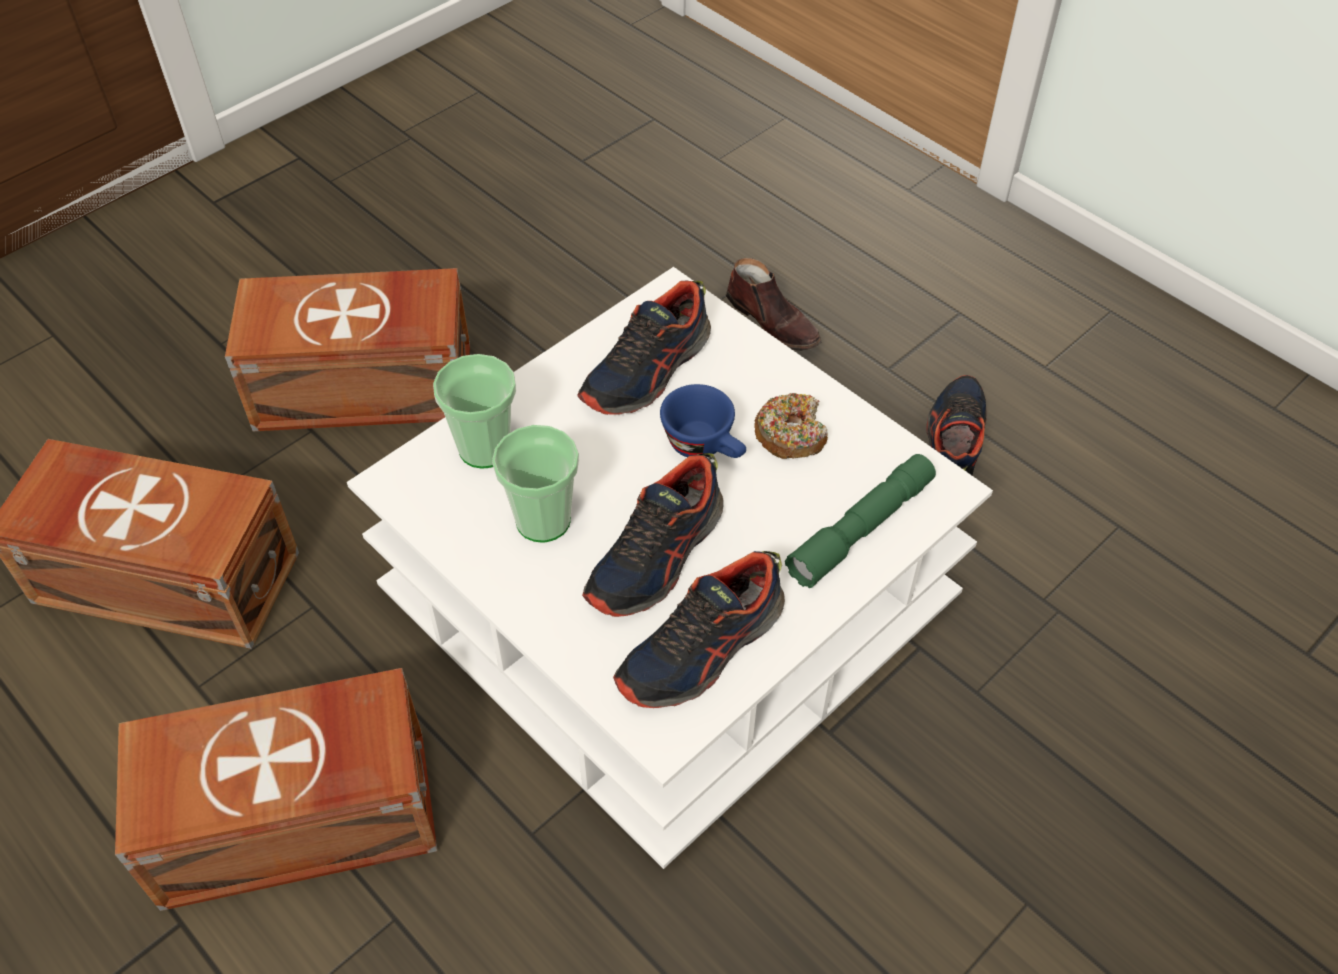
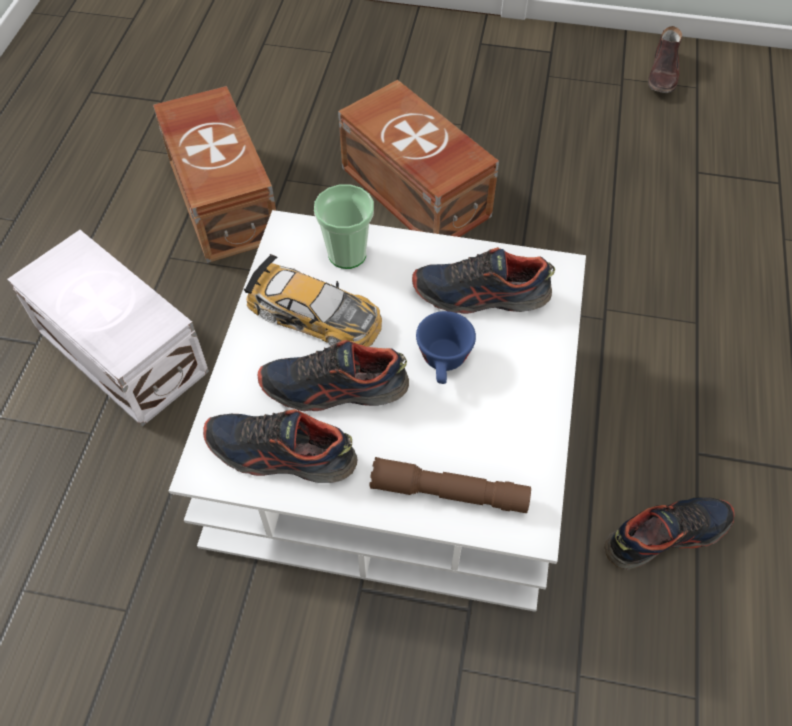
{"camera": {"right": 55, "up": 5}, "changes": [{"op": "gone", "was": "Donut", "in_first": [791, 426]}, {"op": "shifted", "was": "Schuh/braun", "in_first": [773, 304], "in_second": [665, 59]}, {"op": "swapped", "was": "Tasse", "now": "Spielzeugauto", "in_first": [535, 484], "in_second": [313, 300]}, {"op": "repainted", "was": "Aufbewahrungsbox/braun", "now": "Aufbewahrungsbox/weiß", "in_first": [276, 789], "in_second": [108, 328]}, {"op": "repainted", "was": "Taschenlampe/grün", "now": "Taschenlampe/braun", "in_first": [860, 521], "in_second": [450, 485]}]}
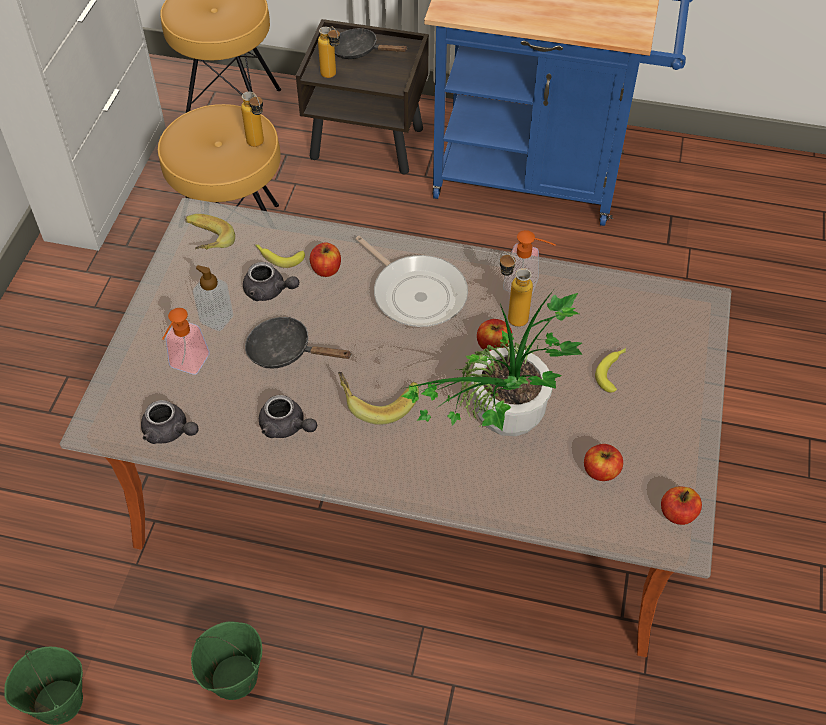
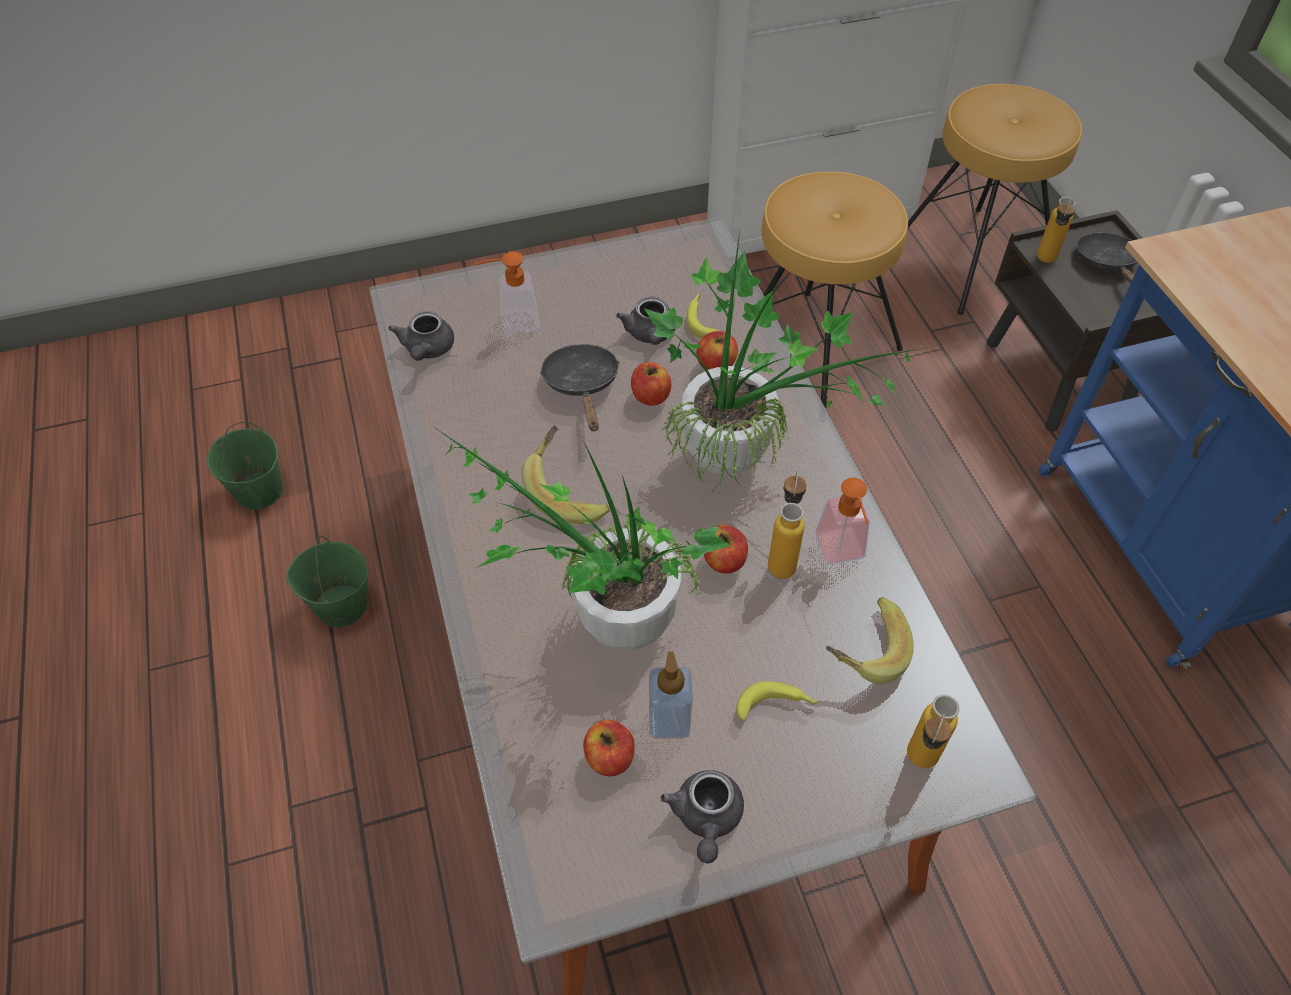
{"camera": {"right": 60, "up": 0}, "changes": [{"op": "shifted", "was": "Banane", "in_first": [210, 232], "in_second": [870, 640]}, {"op": "shifted", "was": "Seifenspender", "in_first": [213, 298], "in_second": [671, 695]}, {"op": "shifted", "was": "Flasche", "in_first": [252, 119], "in_second": [933, 731]}, {"op": "shifted", "was": "Teekanne/grau", "in_first": [288, 416], "in_second": [702, 817]}, {"op": "shifted", "was": "Apfel", "in_first": [681, 506], "in_second": [651, 384]}, {"op": "swapped", "was": "Pfanne", "now": "Topfpflanze", "in_first": [411, 281], "in_second": [784, 362]}]}
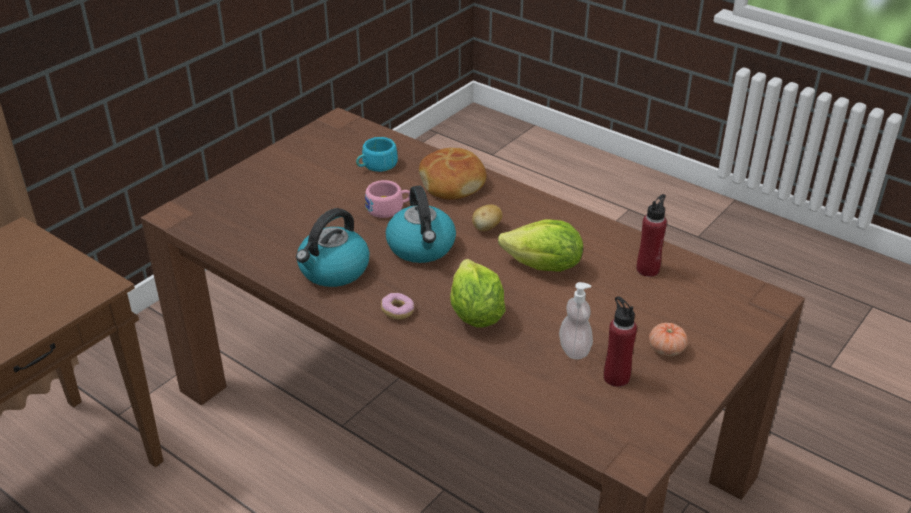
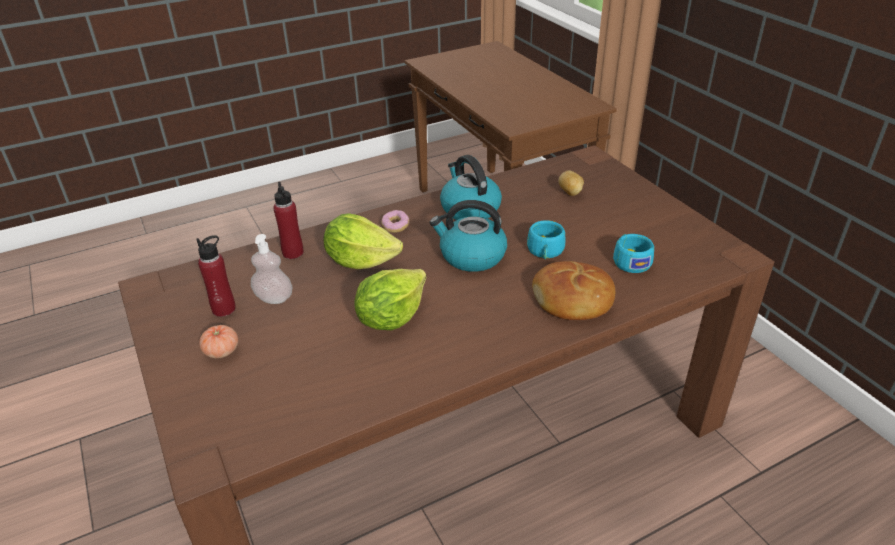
{"camera": {"right": 115, "up": 0}, "changes": [{"op": "shifted", "was": "Kartoffel", "in_first": [487, 217], "in_second": [571, 183]}, {"op": "shifted", "was": "Flasche/rot", "in_first": [652, 235], "in_second": [288, 220]}, {"op": "repainted", "was": "Tasse/rosa", "now": "Tasse/türkis", "in_first": [387, 199], "in_second": [546, 239]}]}
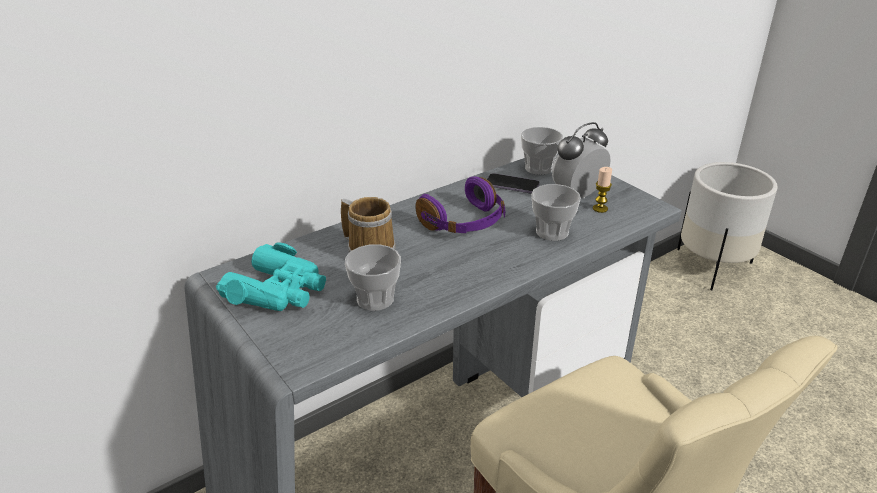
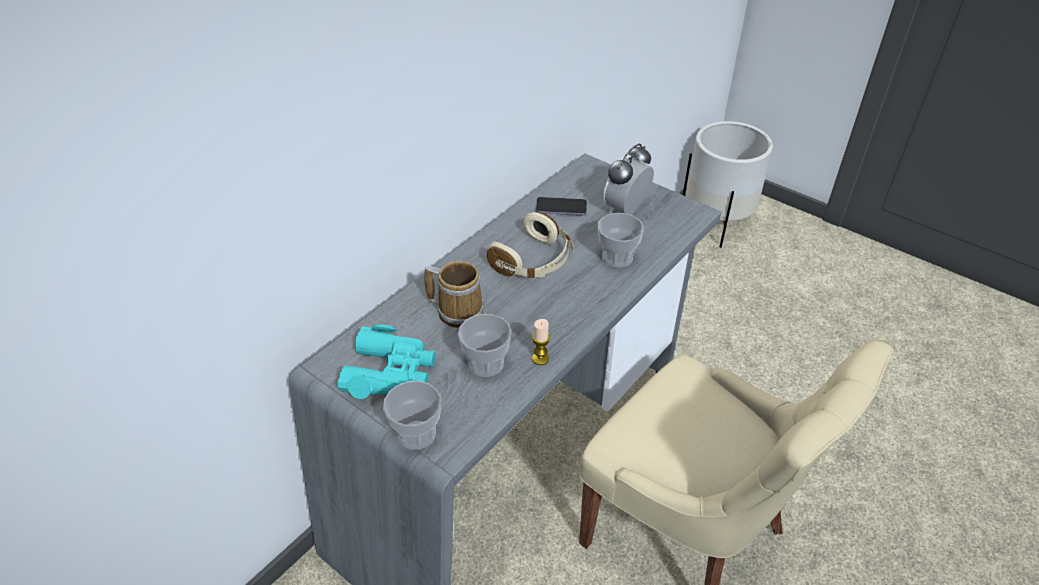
{"camera": {"right": -15, "up": 10}, "changes": [{"op": "shifted", "was": "Tasse", "in_first": [542, 151], "in_second": [412, 415]}, {"op": "shifted", "was": "Kerze", "in_first": [602, 190], "in_second": [541, 342]}, {"op": "repainted", "was": "Kopfhörer/lila", "now": "Kopfhörer/beige", "in_first": [460, 204], "in_second": [530, 245]}]}
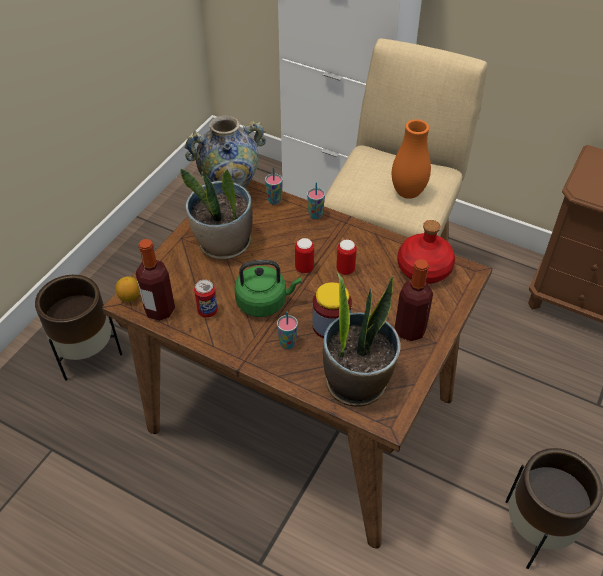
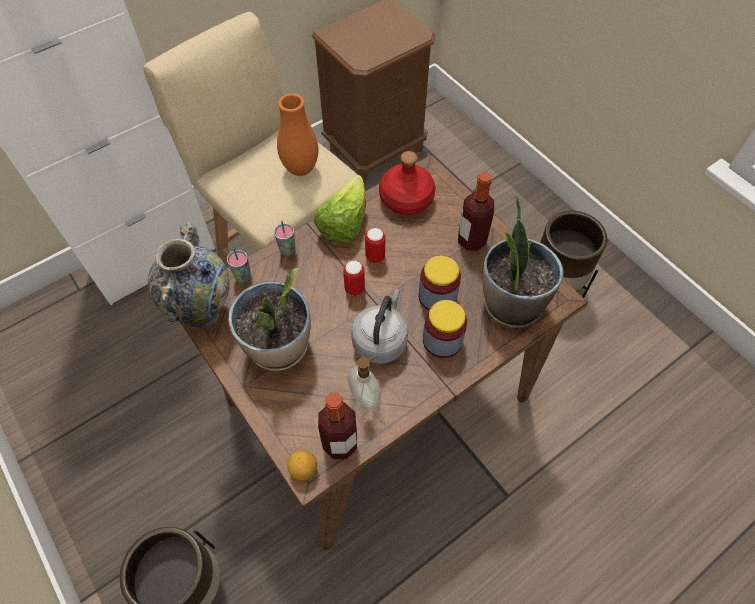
{"camera": {"right": -65, "up": 10}, "changes": [{"op": "new", "now": "Salatkopf", "in_second": [339, 208]}, {"op": "swapped", "was": "Dose", "now": "Seifenspender", "in_first": [206, 299], "in_second": [364, 382]}, {"op": "swapped", "was": "Tasse", "now": "Vorratsglas", "in_first": [287, 330], "in_second": [445, 329]}, {"op": "repainted", "was": "Wasserkessel/grün", "now": "Wasserkessel/grau", "in_first": [268, 288], "in_second": [379, 326]}]}
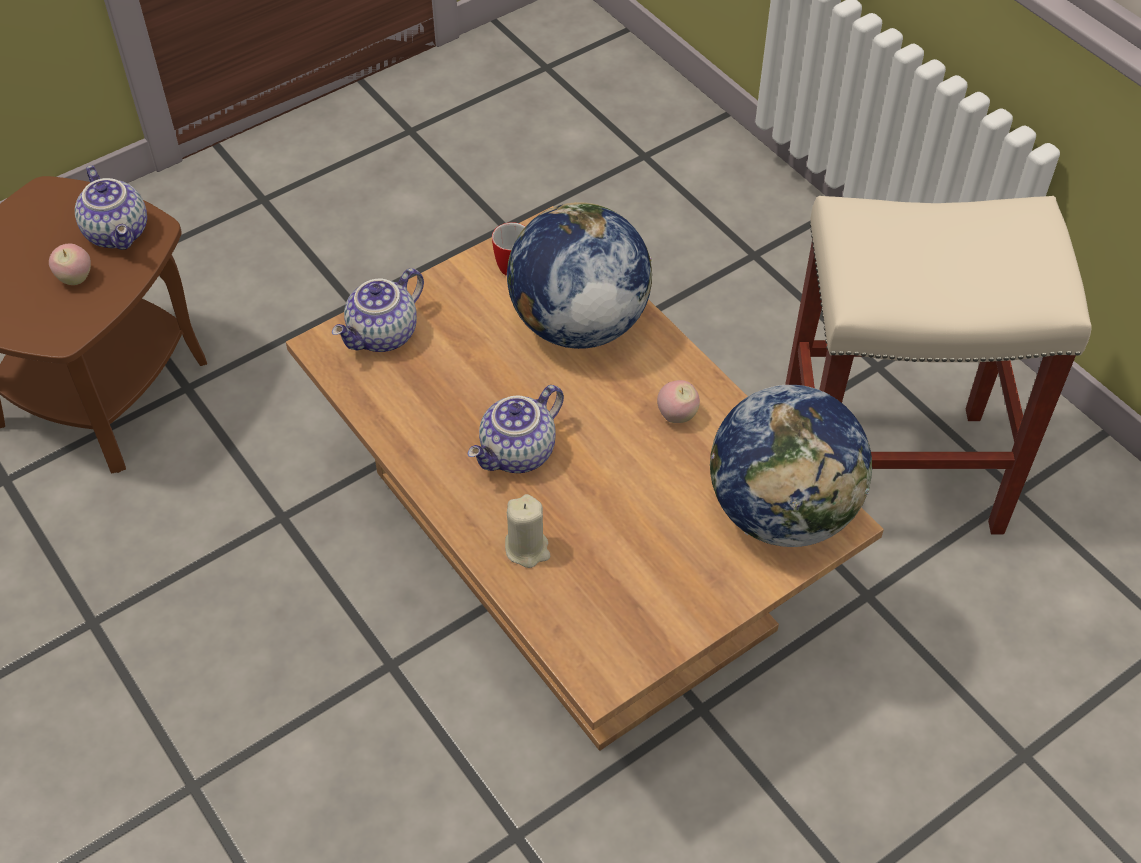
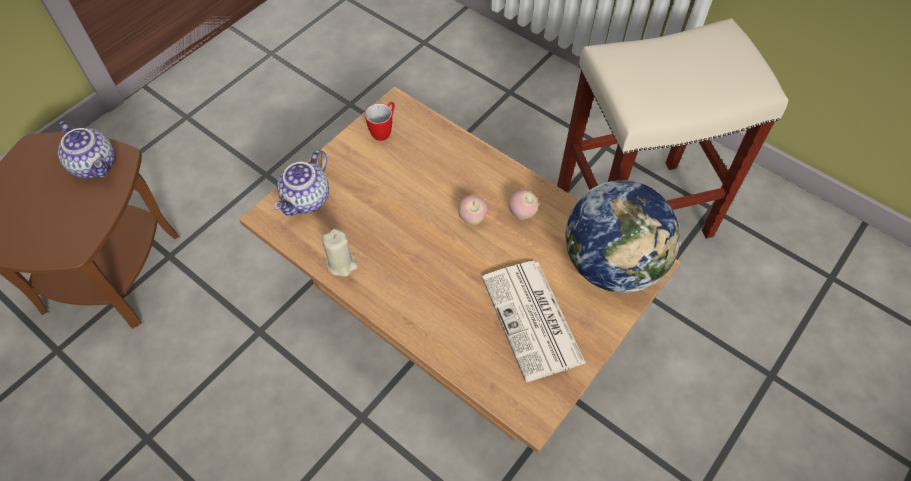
{"camera": {"right": -15, "up": 5}, "changes": [{"op": "gone", "was": "Teekanne", "in_first": [516, 429]}, {"op": "gone", "was": "Globus", "in_first": [579, 275]}, {"op": "new", "now": "Zeitung", "in_second": [534, 321]}, {"op": "shifted", "was": "Apfel", "in_first": [70, 264], "in_second": [473, 210]}, {"op": "shifted", "was": "Kerze/beige", "in_first": [527, 531], "in_second": [340, 253]}]}
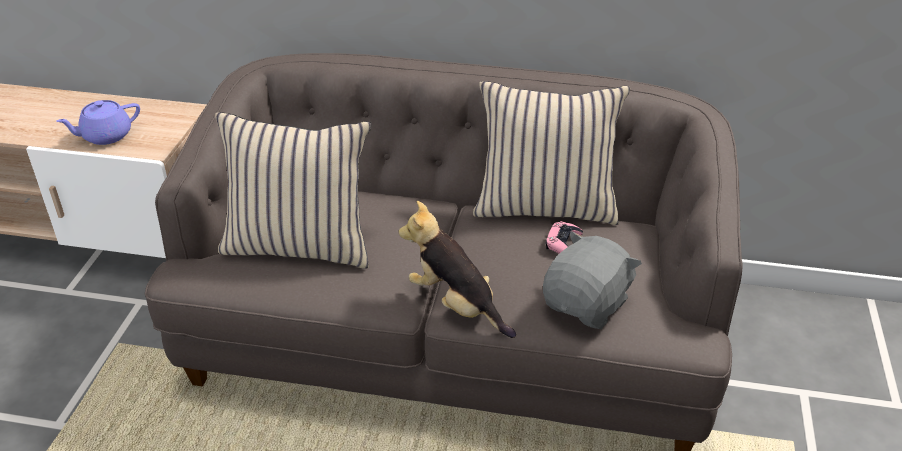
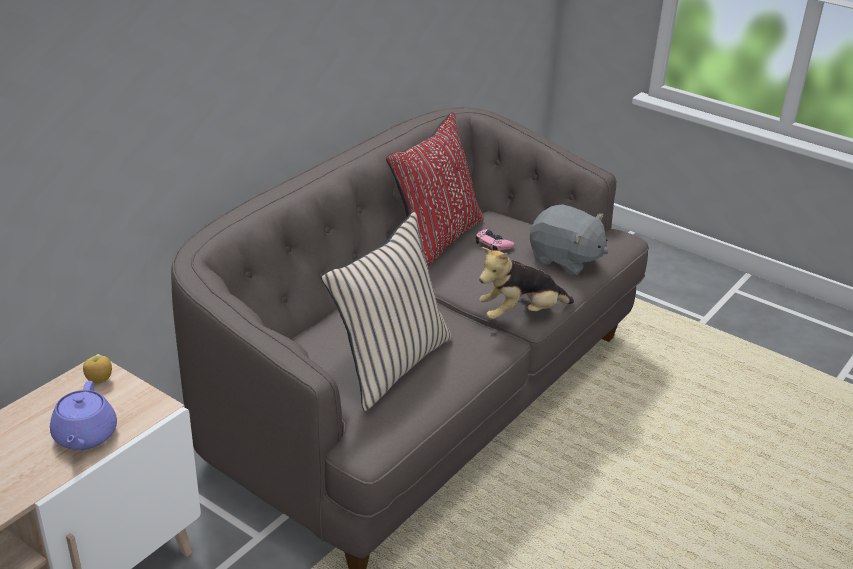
{"camera": {"right": -65, "up": -5}, "changes": [{"op": "new", "now": "Apfel", "in_second": [97, 369]}, {"op": "repainted", "was": "Kissen/beige", "now": "Kissen/rot", "in_first": [551, 153], "in_second": [435, 189]}, {"op": "rotated", "was": "Plüschtier/grau", "in_first": [592, 280], "in_second": [569, 239], "clockwise": 150}]}
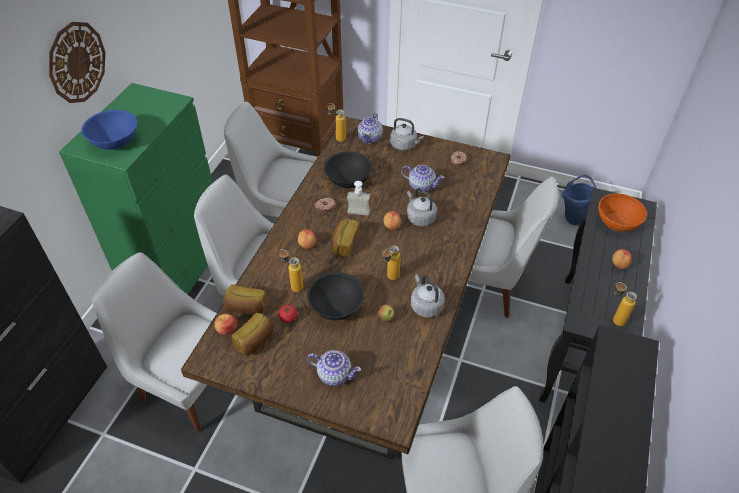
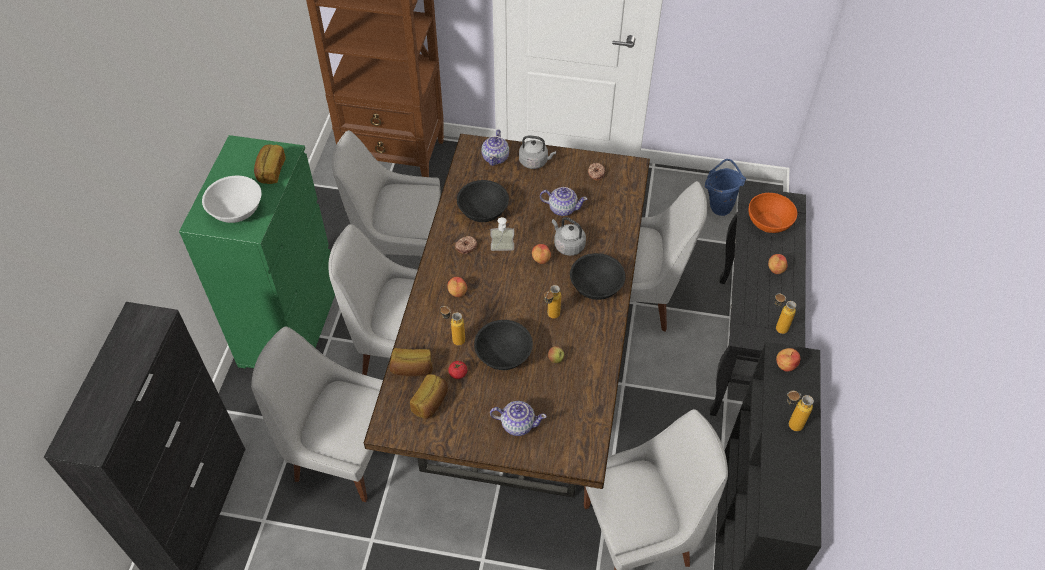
{"camera": {"right": -10, "up": 5}, "changes": [{"op": "gone", "was": "Wanduhr", "in_first": [77, 62]}, {"op": "gone", "was": "Wasserkessel/grau", "in_first": [428, 296]}, {"op": "new", "now": "Schüssel/schwarz", "in_second": [597, 276]}, {"op": "shifted", "was": "Apfel", "in_first": [225, 324], "in_second": [788, 360]}, {"op": "shifted", "was": "Flasche", "in_first": [336, 122], "in_second": [800, 411]}, {"op": "shifted", "was": "Brot", "in_first": [345, 237], "in_second": [270, 164]}, {"op": "repainted", "was": "Schüssel/blau", "now": "Schüssel/weiß", "in_first": [109, 130], "in_second": [231, 199]}]}
